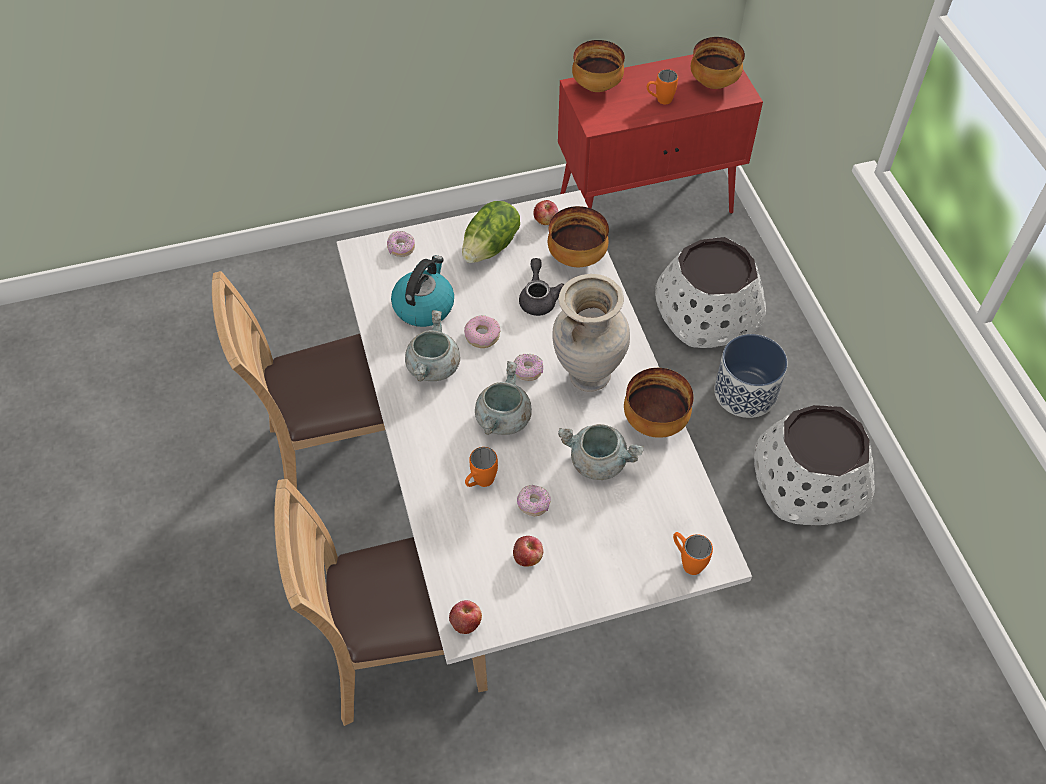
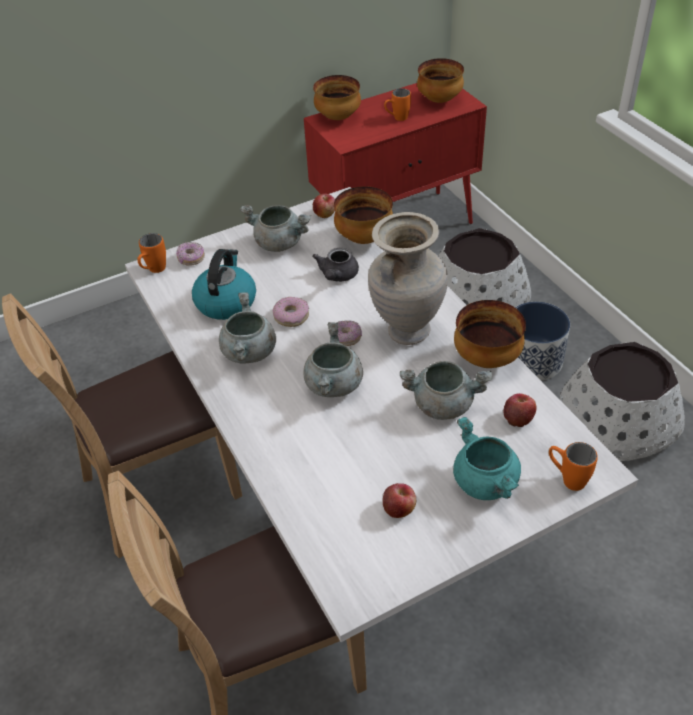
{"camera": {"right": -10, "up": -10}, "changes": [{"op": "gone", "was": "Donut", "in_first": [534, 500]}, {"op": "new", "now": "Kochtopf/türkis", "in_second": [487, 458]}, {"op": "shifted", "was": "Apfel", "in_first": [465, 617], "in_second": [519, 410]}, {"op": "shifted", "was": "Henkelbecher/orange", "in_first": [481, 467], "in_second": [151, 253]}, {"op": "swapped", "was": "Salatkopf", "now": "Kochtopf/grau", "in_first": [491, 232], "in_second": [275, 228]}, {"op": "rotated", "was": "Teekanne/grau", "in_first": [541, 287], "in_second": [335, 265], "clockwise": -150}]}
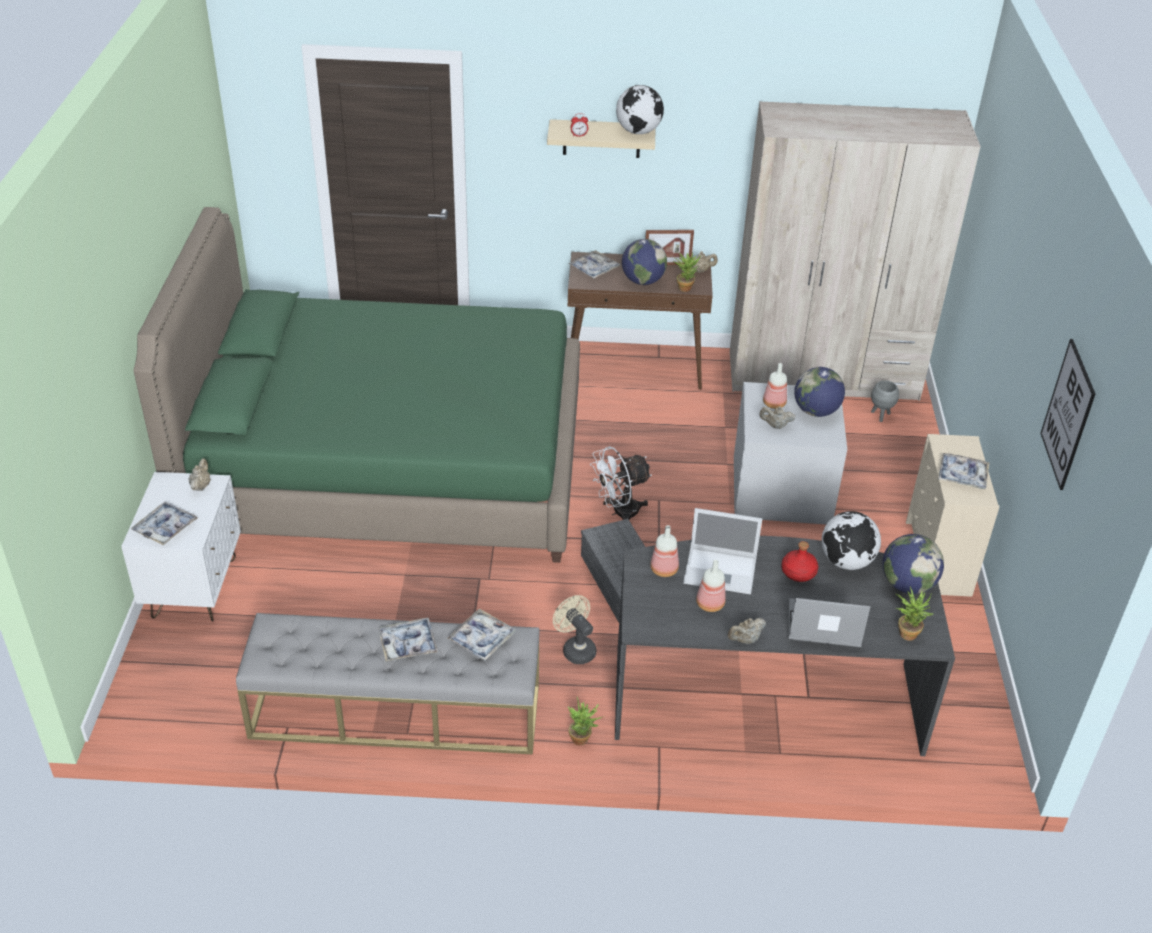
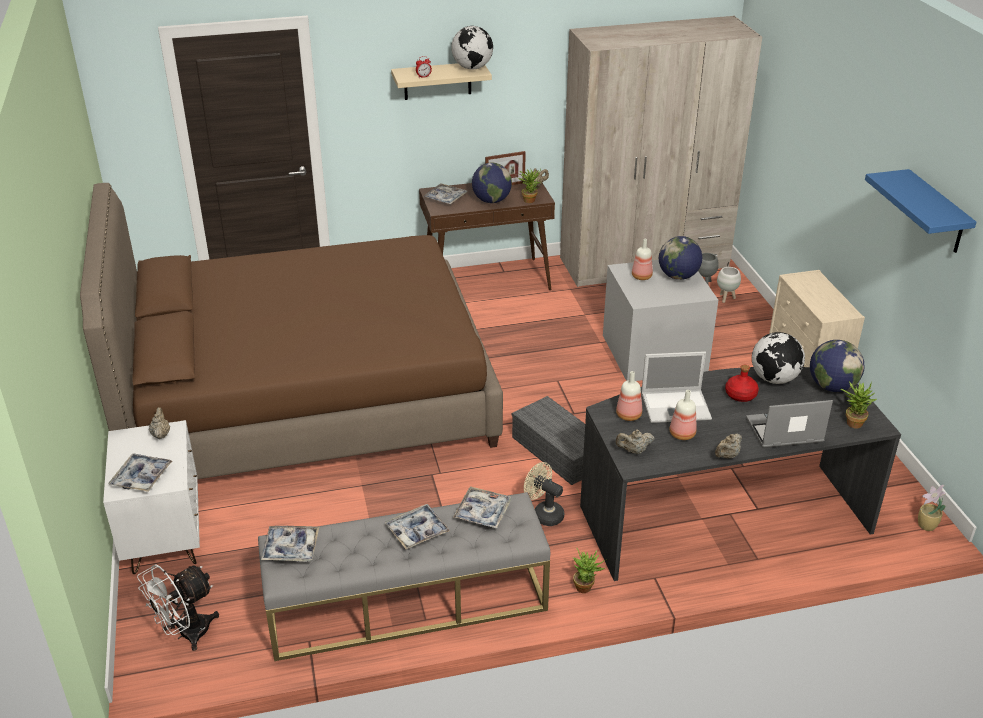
{"camera": {"right": -15, "up": -5}, "changes": [{"op": "new", "now": "Pflanzkübel/weiß", "in_second": [729, 285]}, {"op": "new", "now": "Topfpflanze", "in_second": [932, 508]}, {"op": "shifted", "was": "Ventilator/weiß", "in_first": [621, 483], "in_second": [178, 607]}, {"op": "shifted", "was": "Teekanne/beige", "in_first": [778, 417], "in_second": [635, 441]}, {"op": "shifted", "was": "Tablett", "in_first": [964, 471], "in_second": [290, 544]}, {"op": "swapped", "was": "Bild", "now": "Wandregal/blau", "in_first": [1067, 414], "in_second": [920, 211]}, {"op": "repainted", "was": "Bett/grün", "now": "Bett/braun", "in_first": [356, 385], "in_second": [291, 331]}]}
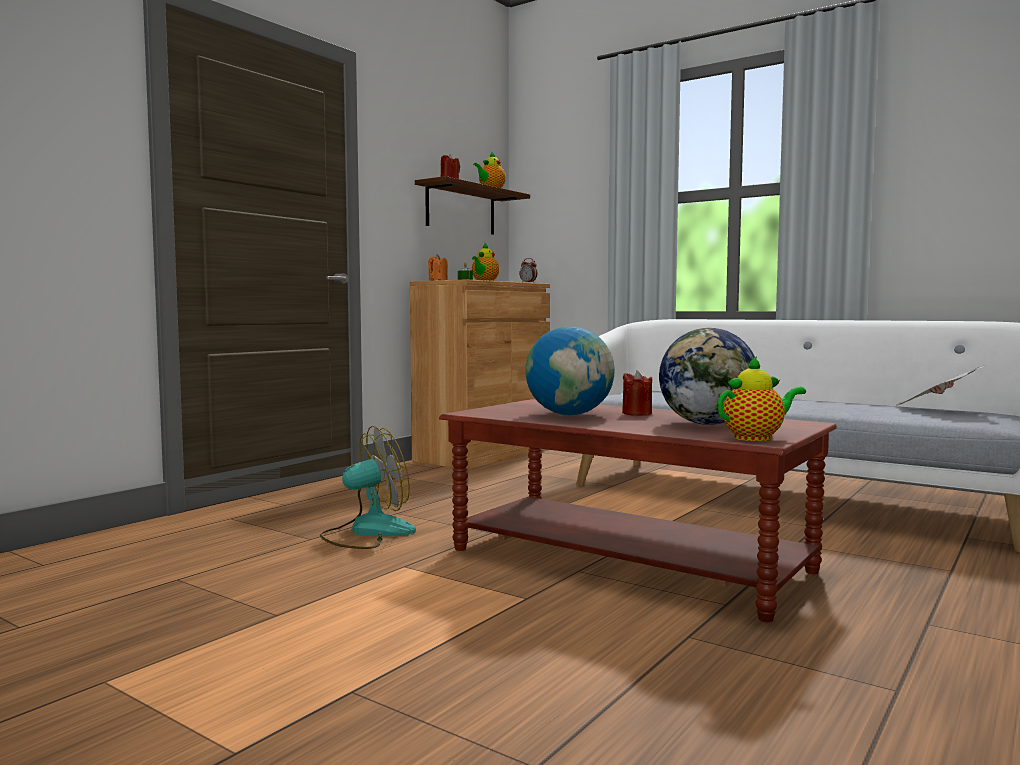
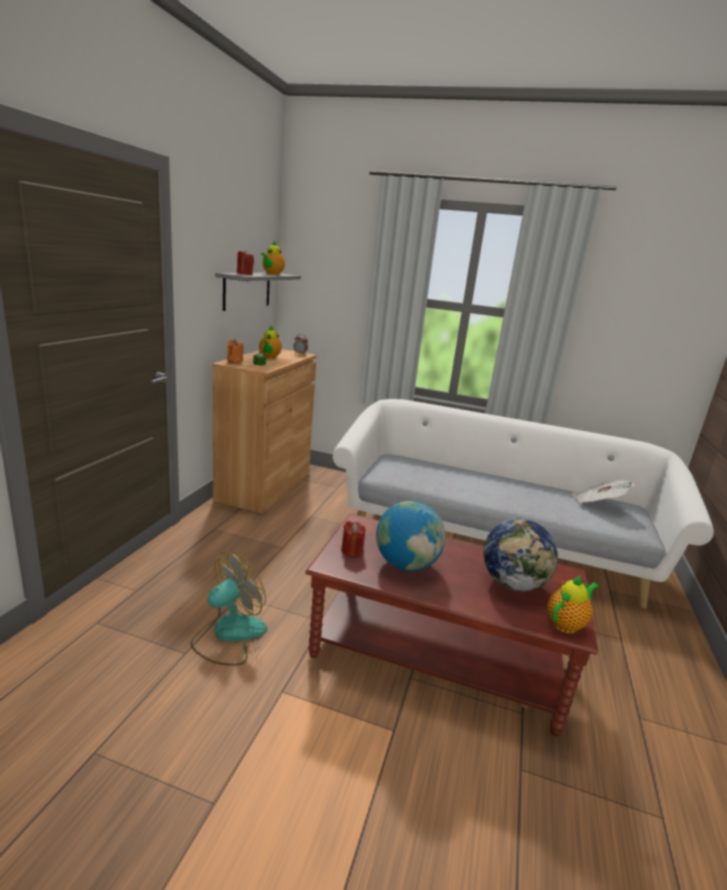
{"camera": {"right": -20, "up": 15}, "changes": [{"op": "shifted", "was": "Kerze/rot", "in_first": [637, 393], "in_second": [353, 539]}, {"op": "repainted", "was": "Wandregal/braun", "now": "Wandregal/grau", "in_first": [472, 205], "in_second": [258, 292]}]}
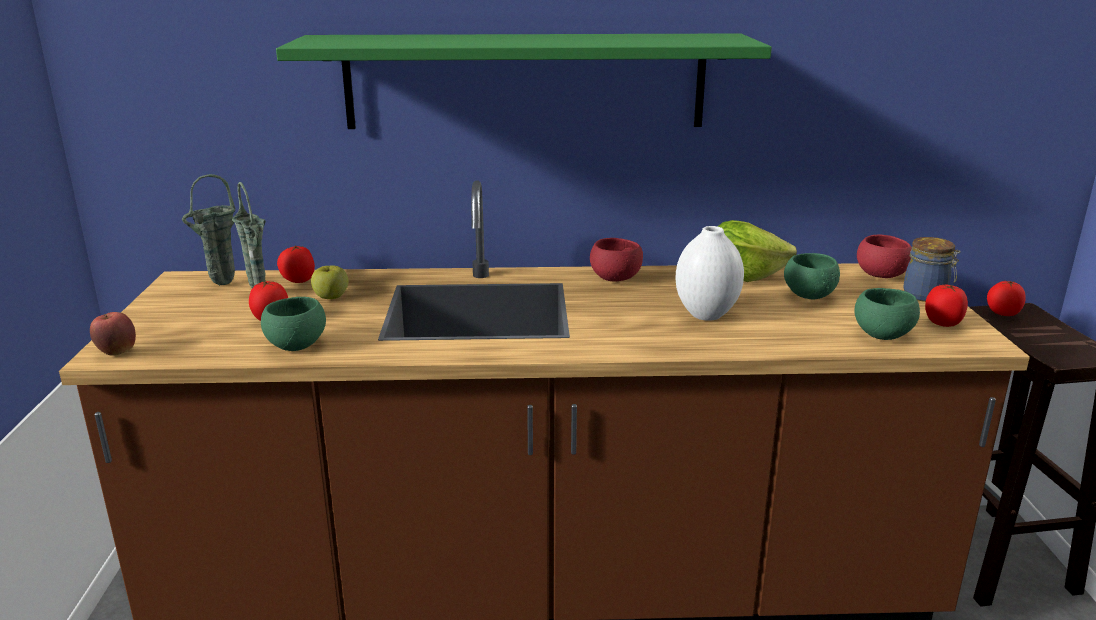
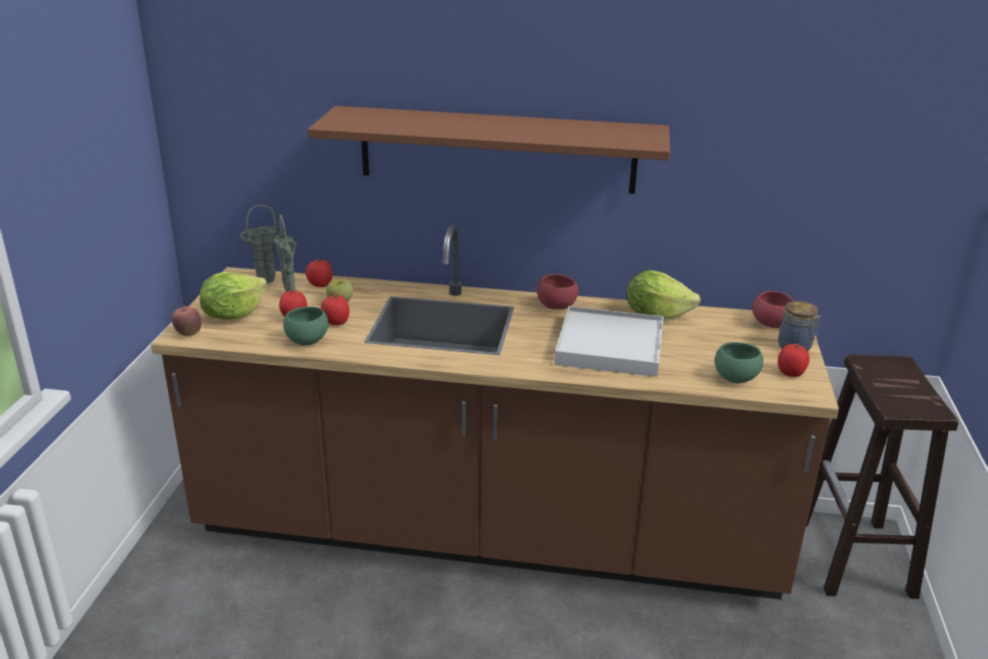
{"camera": {"right": 10, "up": 5}, "changes": [{"op": "gone", "was": "Schüssel/grün", "in_first": [812, 276]}, {"op": "new", "now": "Salatkopf", "in_second": [233, 296]}, {"op": "shifted", "was": "Tomate", "in_first": [1006, 298], "in_second": [335, 309]}, {"op": "swapped", "was": "Vase/weiß", "now": "Tablett/weiß", "in_first": [709, 273], "in_second": [609, 341]}, {"op": "repainted", "was": "Wandregal/grün", "now": "Wandregal/braun", "in_first": [524, 81], "in_second": [489, 150]}]}
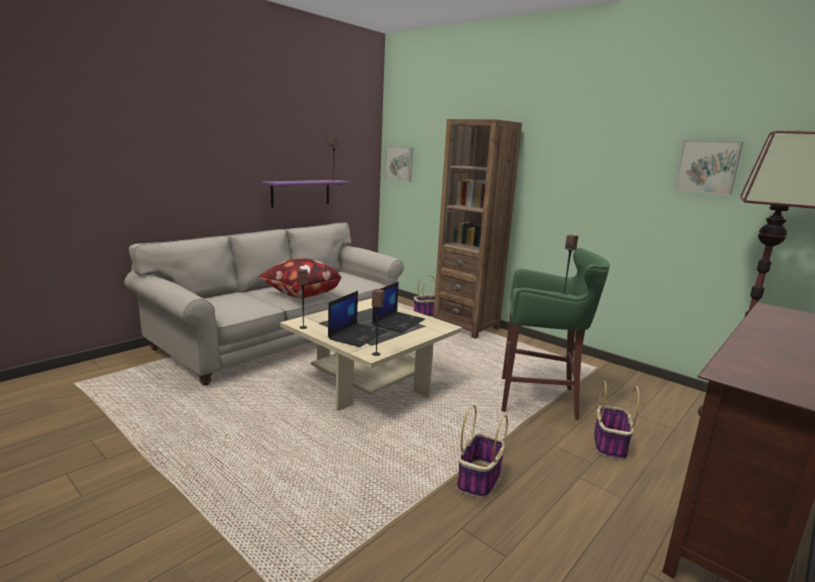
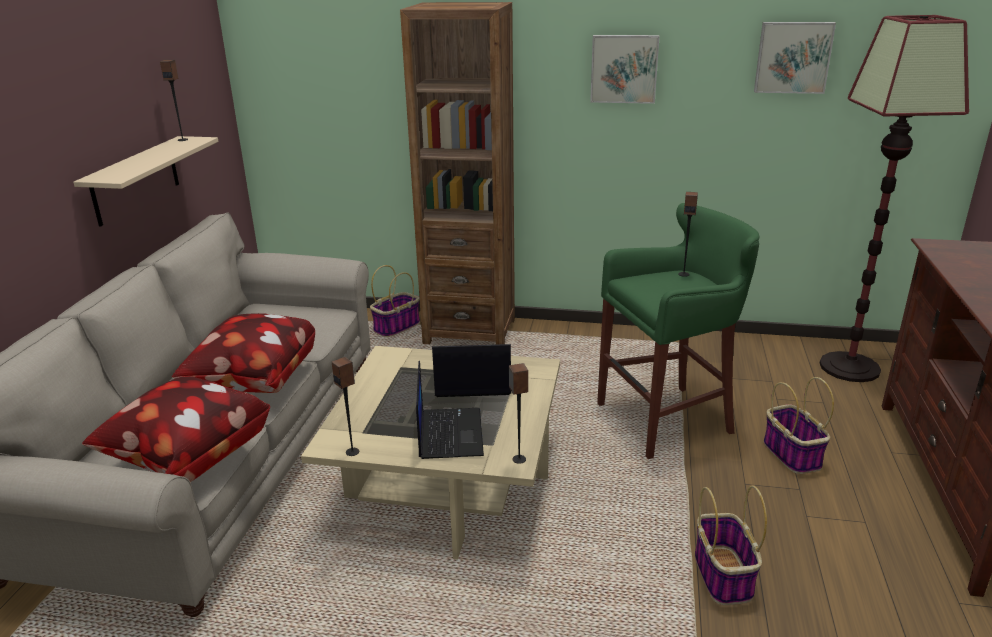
{"camera": {"right": -30, "up": 10}, "changes": [{"op": "new", "now": "Kissen", "in_second": [176, 429]}, {"op": "shifted", "was": "Bild", "in_first": [399, 164], "in_second": [625, 69]}, {"op": "repainted", "was": "Wandregal/lila", "now": "Wandregal/beige", "in_first": [306, 194], "in_second": [146, 181]}, {"op": "rotated", "was": "Laptop", "in_first": [398, 307], "in_second": [471, 370], "clockwise": -90}]}
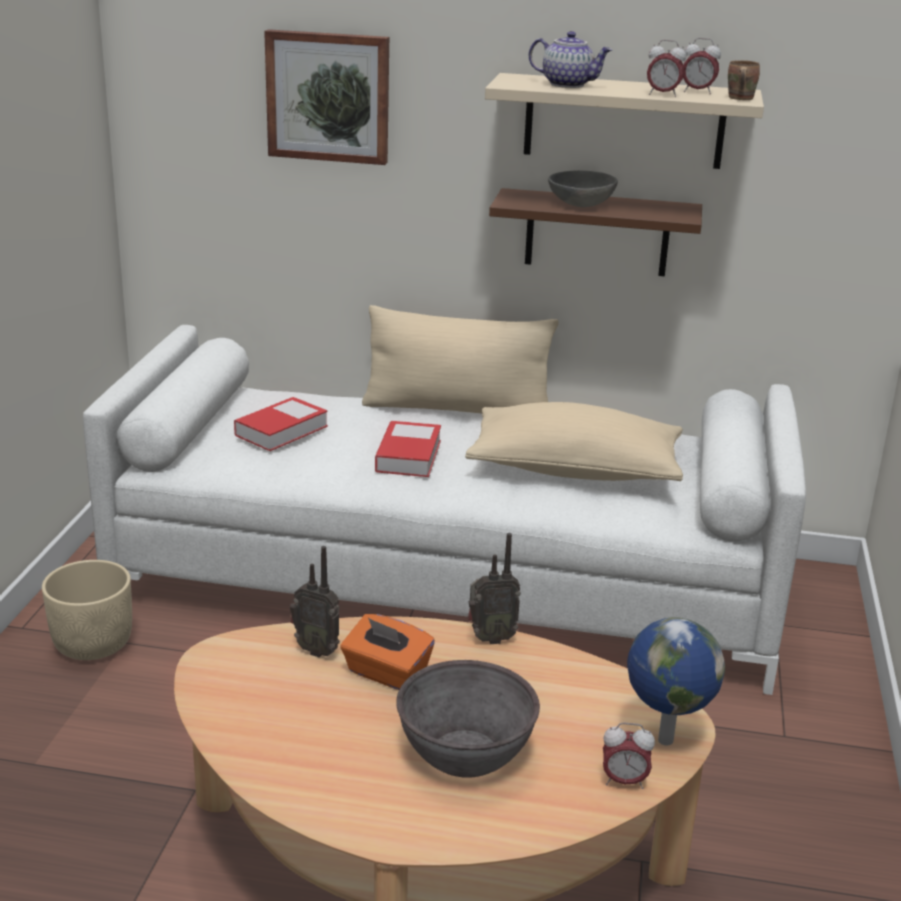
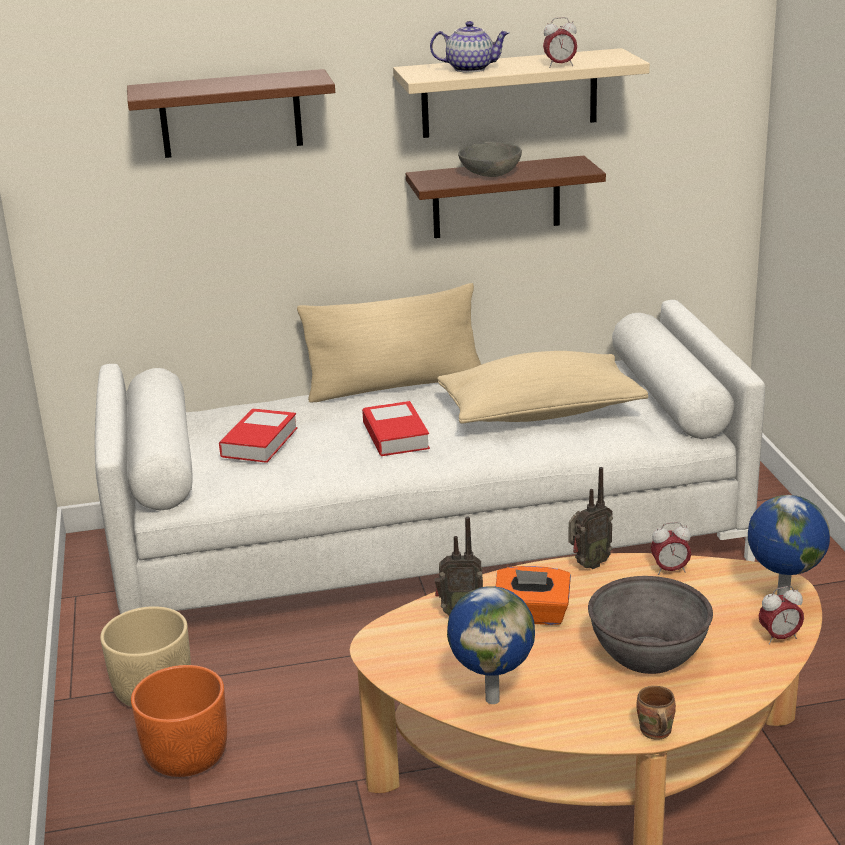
{"camera": {"right": -20, "up": 0}, "changes": [{"op": "new", "now": "Pflanzkübel/orange", "in_second": [179, 721]}, {"op": "new", "now": "Globus", "in_second": [491, 645]}, {"op": "shifted", "was": "Wecker", "in_first": [702, 66], "in_second": [671, 548]}, {"op": "shifted", "was": "Henkelbecher/braun", "in_first": [744, 80], "in_second": [656, 713]}, {"op": "swapped", "was": "Bild", "now": "Wandregal/braun", "in_first": [326, 97], "in_second": [231, 113]}]}
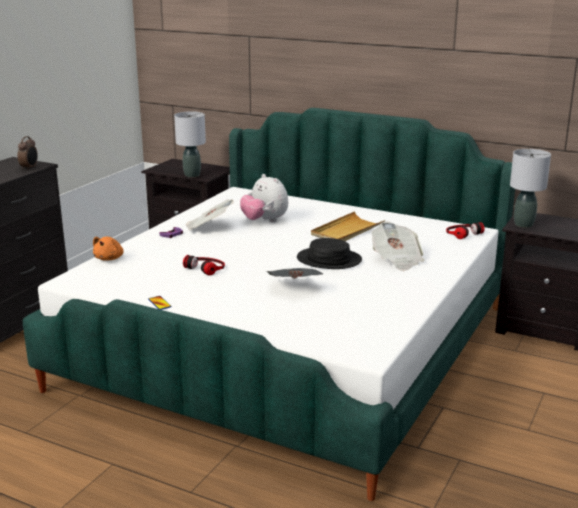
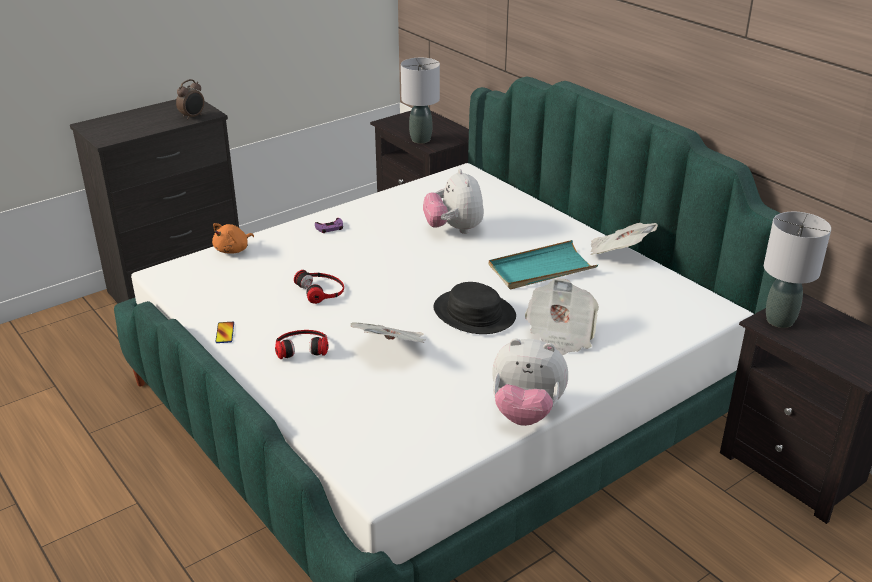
{"camera": {"right": 25, "up": 10}, "changes": [{"op": "new", "now": "Plüschtier", "in_second": [530, 382]}, {"op": "shifted", "was": "Zeitung", "in_first": [210, 215], "in_second": [624, 239]}, {"op": "shifted", "was": "Kopfhörer", "in_first": [465, 230], "in_second": [302, 344]}, {"op": "repainted", "was": "Tablett/beige", "now": "Tablett/türkis", "in_first": [348, 226], "in_second": [543, 264]}]}
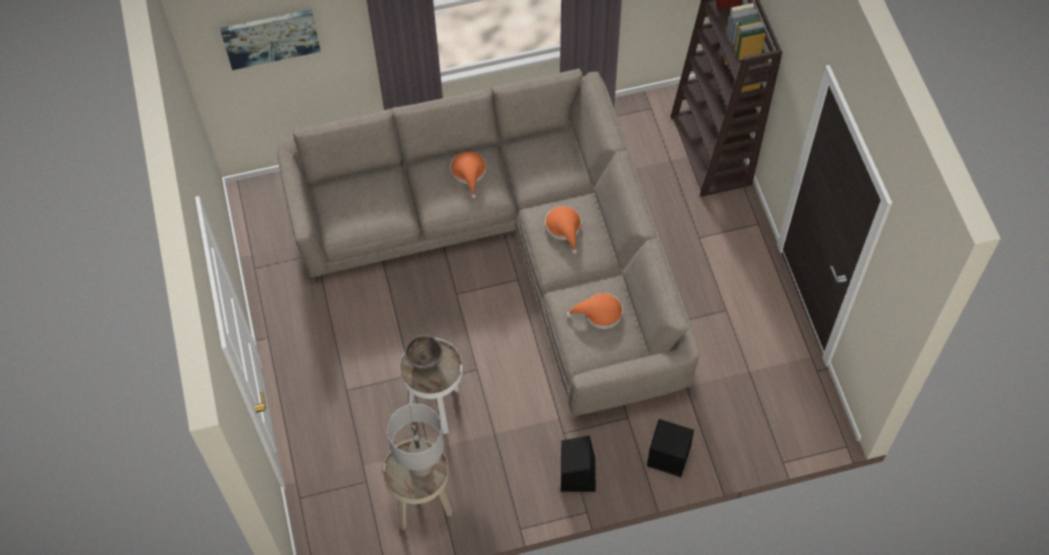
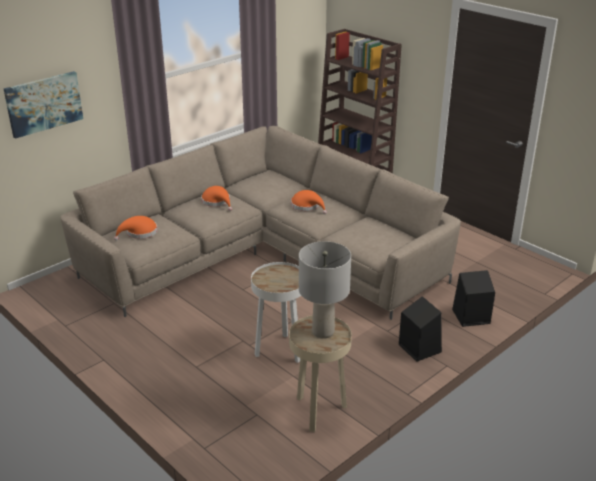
{"camera": {"right": -30, "up": -30}, "changes": [{"op": "gone", "was": "Schüssel/braun", "in_first": [424, 352]}, {"op": "shifted", "was": "Hut/orange", "in_first": [594, 311], "in_second": [136, 228]}]}
